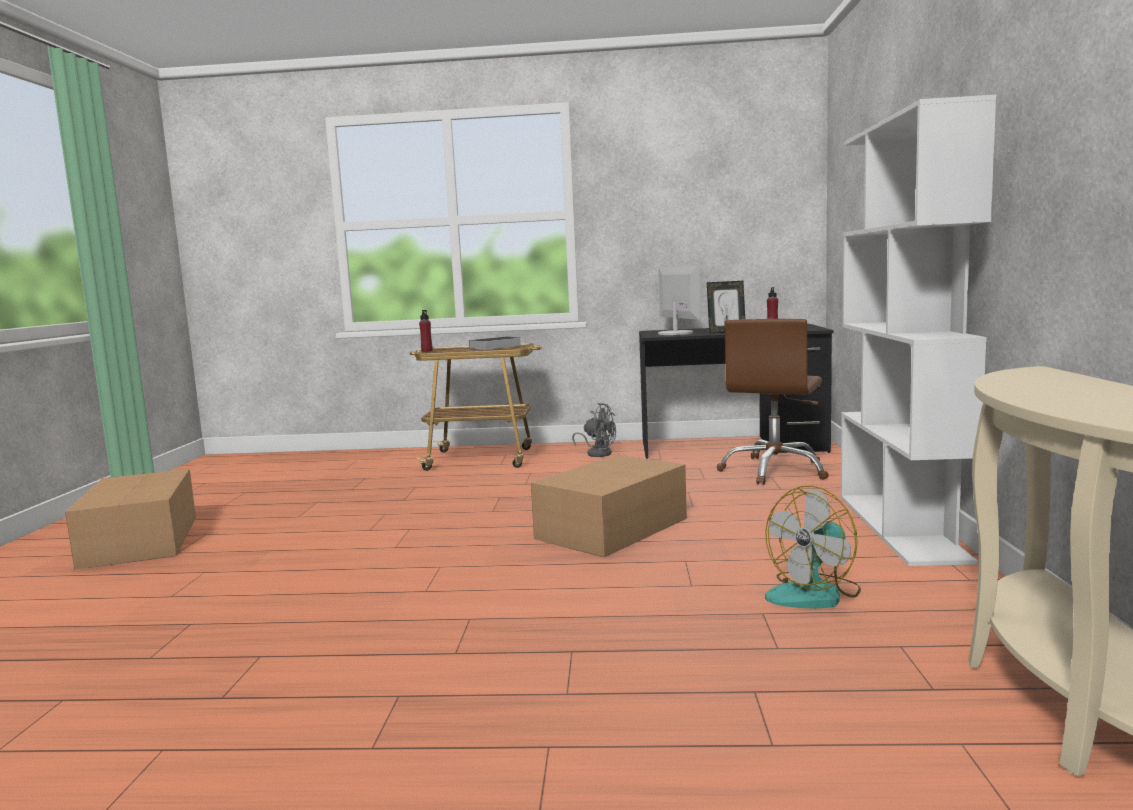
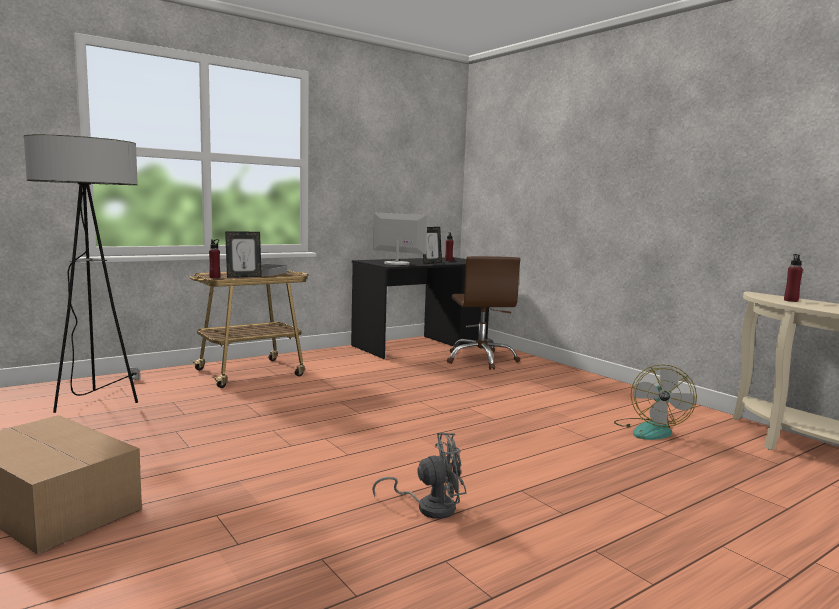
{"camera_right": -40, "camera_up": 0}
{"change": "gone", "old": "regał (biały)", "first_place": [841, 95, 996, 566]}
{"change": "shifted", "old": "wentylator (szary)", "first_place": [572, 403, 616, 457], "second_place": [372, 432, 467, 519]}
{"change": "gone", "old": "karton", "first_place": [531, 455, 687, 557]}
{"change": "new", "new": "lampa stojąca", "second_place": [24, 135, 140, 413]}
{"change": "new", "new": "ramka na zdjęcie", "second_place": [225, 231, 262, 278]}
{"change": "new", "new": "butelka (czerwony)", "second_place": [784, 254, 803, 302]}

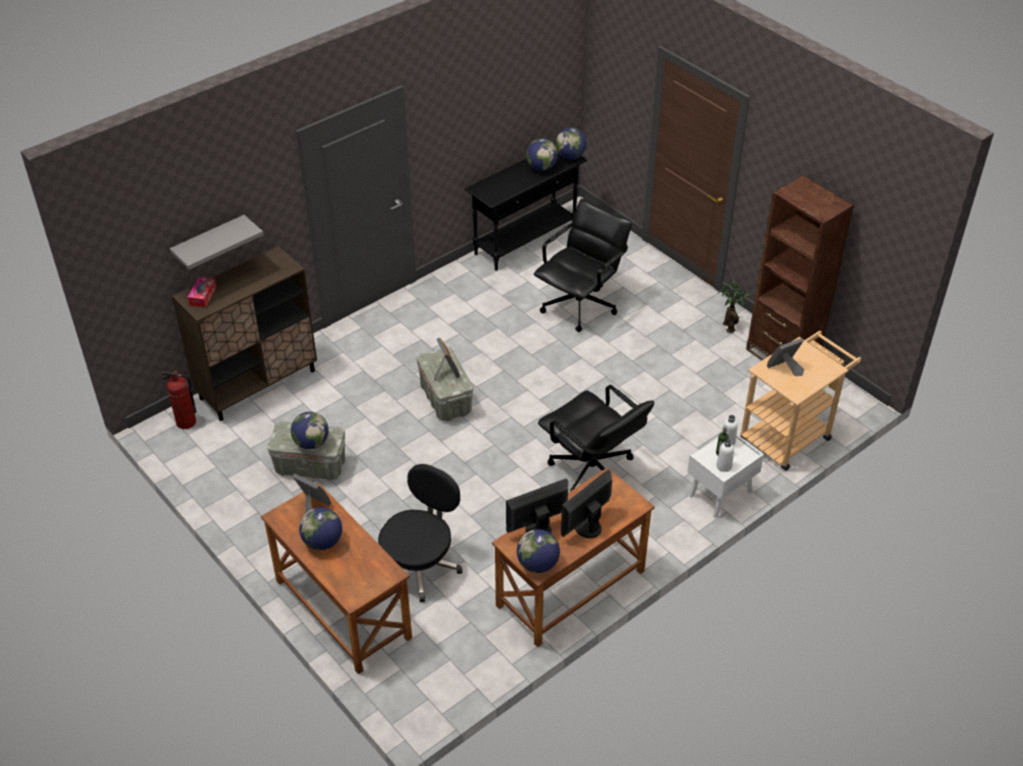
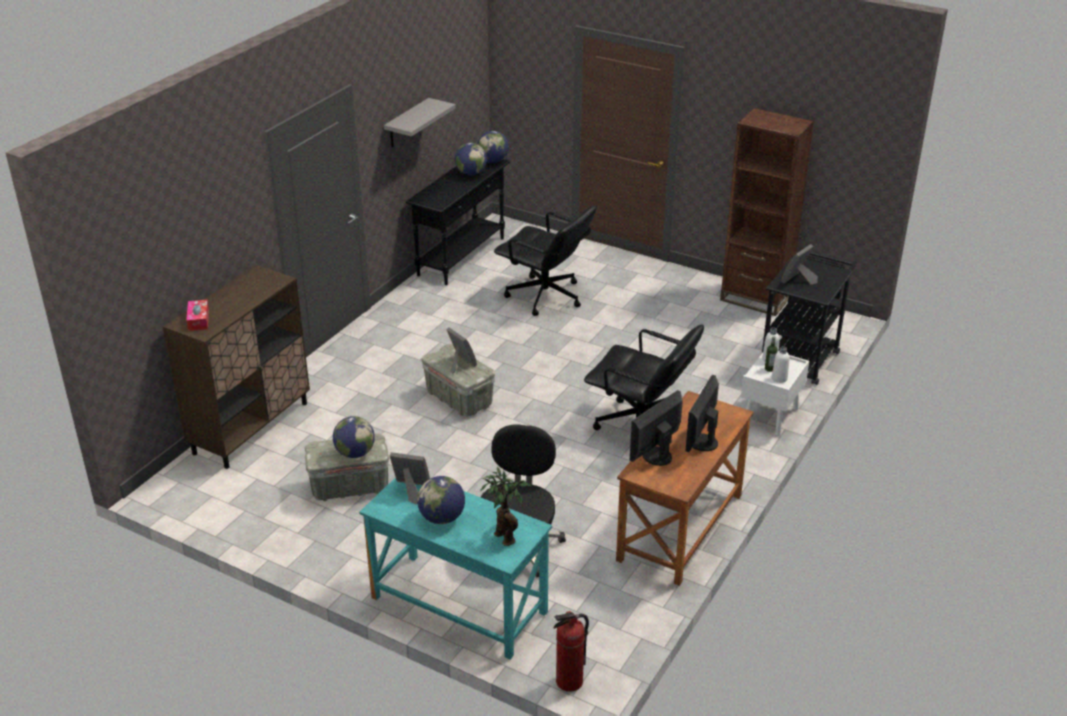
{"camera_right": -20, "camera_up": -10}
{"change": "rotated", "old": "krzesło biurowe (czarny)", "first_place": [534, 199, 632, 332], "second_place": [494, 206, 596, 316], "degrees": 105}
{"change": "shifted", "old": "półka (szary)", "first_place": [170, 215, 263, 270], "second_place": [384, 98, 456, 147]}
{"change": "shifted", "old": "roślina doniczkowa", "first_place": [718, 279, 753, 333], "second_place": [480, 467, 532, 546]}
{"change": "repainted", "old": "wózek (beżowy)", "new": "wózek (czarny)", "first_place": [740, 331, 862, 471], "second_place": [762, 252, 857, 385]}
{"change": "shifted", "old": "gaśnica", "first_place": [161, 371, 197, 429], "second_place": [553, 611, 589, 692]}
{"change": "repainted", "old": "biurko (brązowy)", "new": "biurko (turkusowy)", "first_place": [261, 483, 412, 674], "second_place": [359, 477, 552, 660]}
{"change": "gone", "old": "globus", "first_place": [517, 529, 560, 573]}

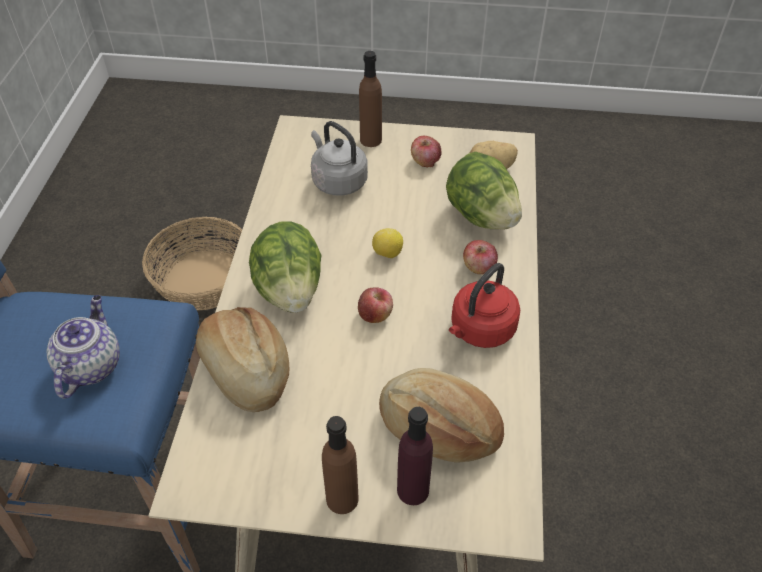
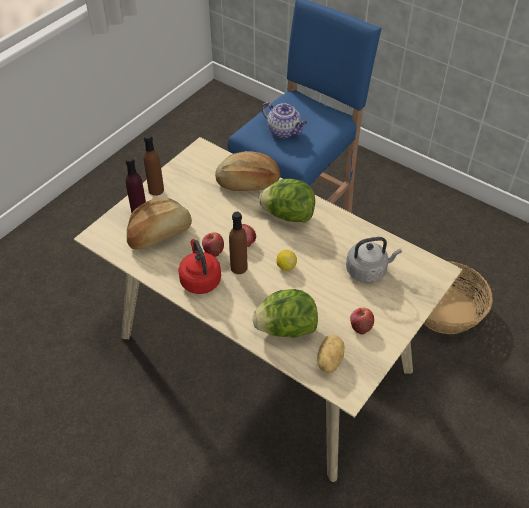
{"camera_right": 120, "camera_up": 0}
{"change": "shifted", "old": "butelka (brązowy)", "first_place": [359, 51, 382, 147], "second_place": [229, 212, 248, 274]}
{"change": "shifted", "old": "jabłko", "first_place": [463, 240, 498, 274], "second_place": [202, 232, 224, 257]}

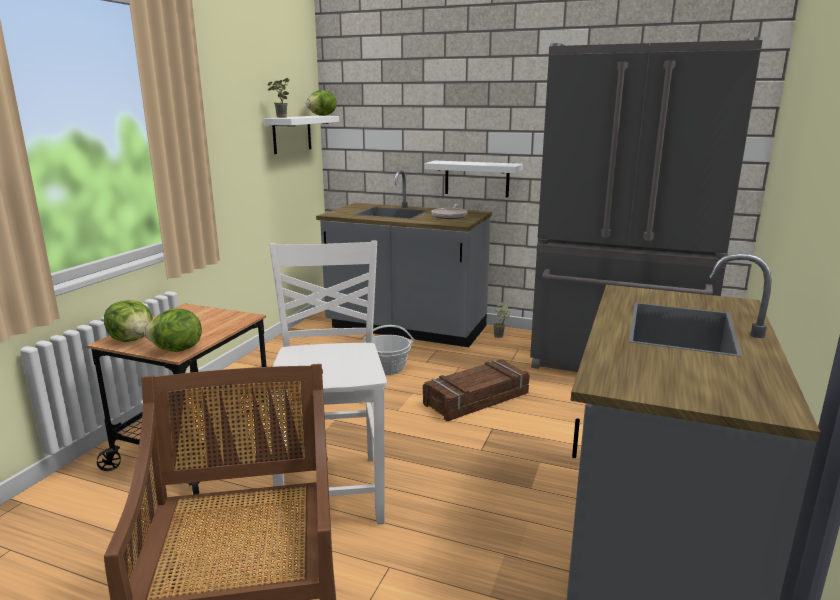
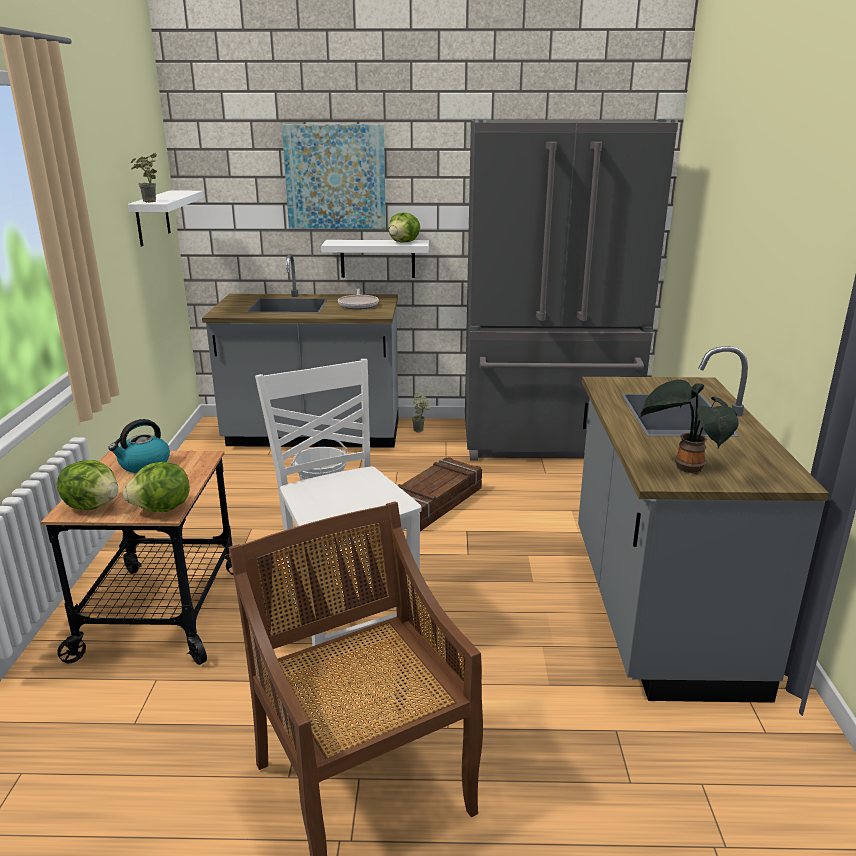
{"camera_right": -20, "camera_up": 5}
{"change": "shifted", "old": "sałata", "first_place": [305, 90, 337, 116], "second_place": [389, 212, 420, 242]}
{"change": "new", "new": "obraz", "second_place": [281, 124, 386, 229]}
{"change": "new", "new": "roślina doniczkowa", "second_place": [639, 380, 739, 474]}
{"change": "new", "new": "czajnik", "second_place": [108, 419, 170, 473]}

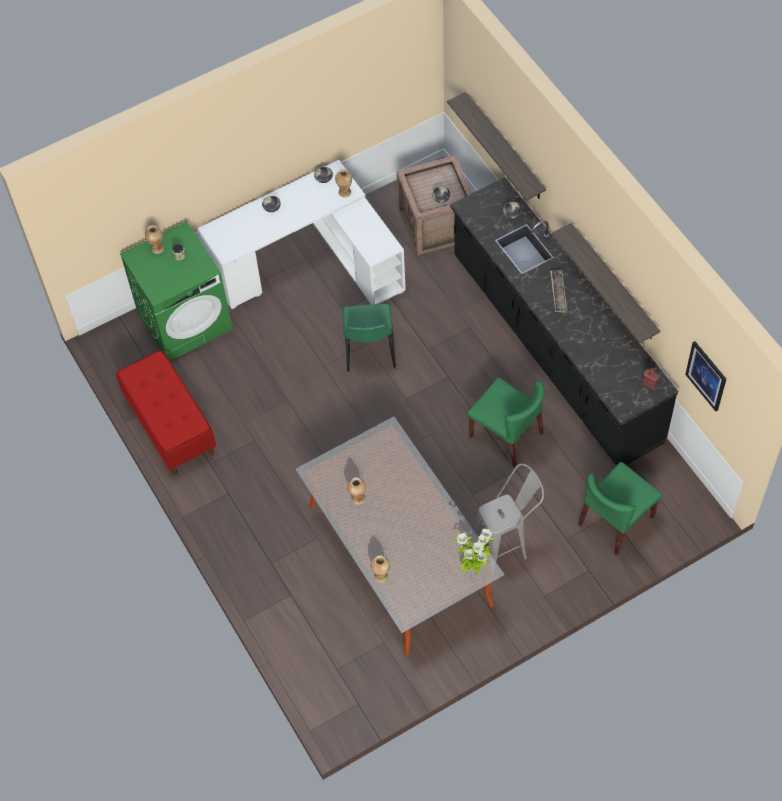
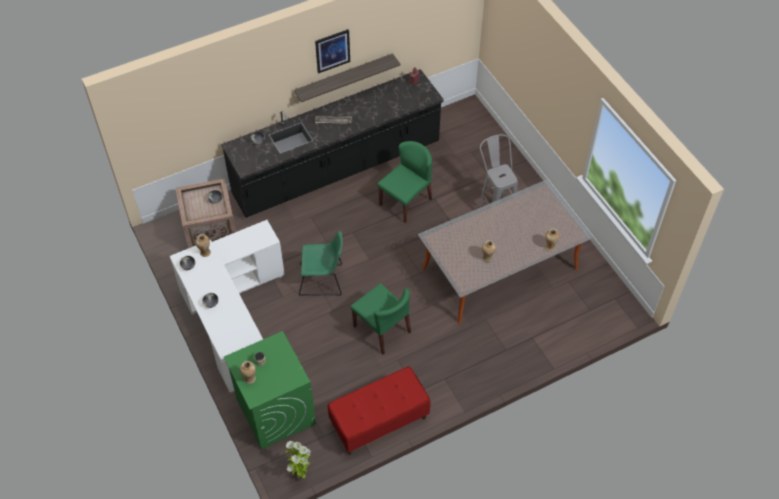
{"camera_right": -90, "camera_up": -5}
{"change": "gone", "old": "półka", "first_place": [447, 92, 546, 200]}
{"change": "shifted", "old": "obraz", "first_place": [685, 341, 726, 411], "second_place": [315, 29, 350, 74]}
{"change": "shifted", "old": "krzesło (zielony)", "first_place": [578, 462, 662, 556], "second_place": [351, 283, 411, 355]}
{"change": "shifted", "old": "roślina doniczkowa", "first_place": [454, 529, 495, 575], "second_place": [285, 441, 312, 479]}

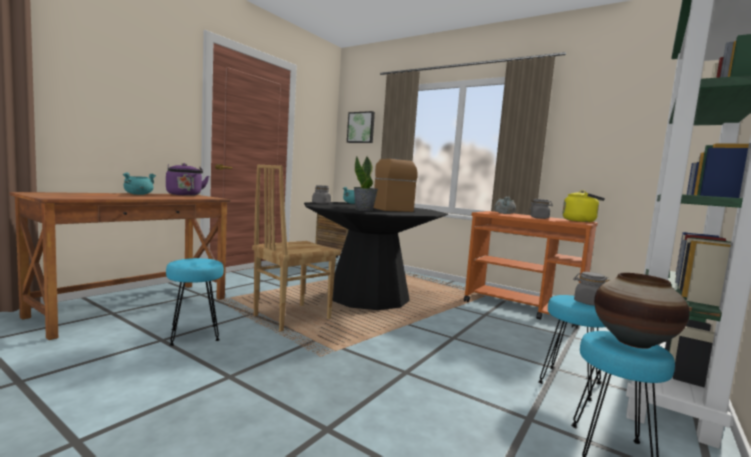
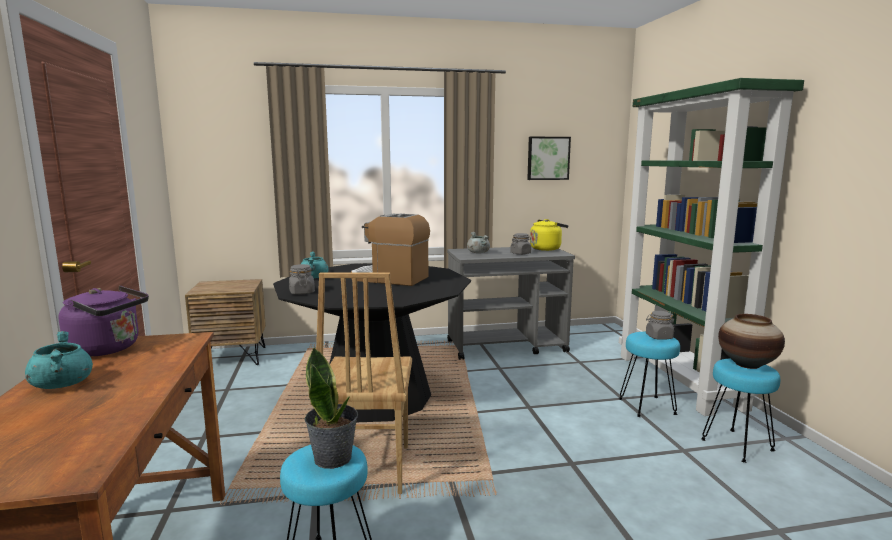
{"camera_right": -45, "camera_up": 5}
{"change": "shifted", "old": "obraz", "first_place": [347, 111, 375, 143], "second_place": [527, 137, 571, 180]}
{"change": "shifted", "old": "roślina doniczkowa", "first_place": [353, 156, 378, 211], "second_place": [305, 347, 358, 469]}
{"change": "repainted", "old": "wózek (pomarańczowy)", "new": "wózek (szary)", "first_place": [464, 211, 598, 329], "second_place": [447, 247, 575, 360]}

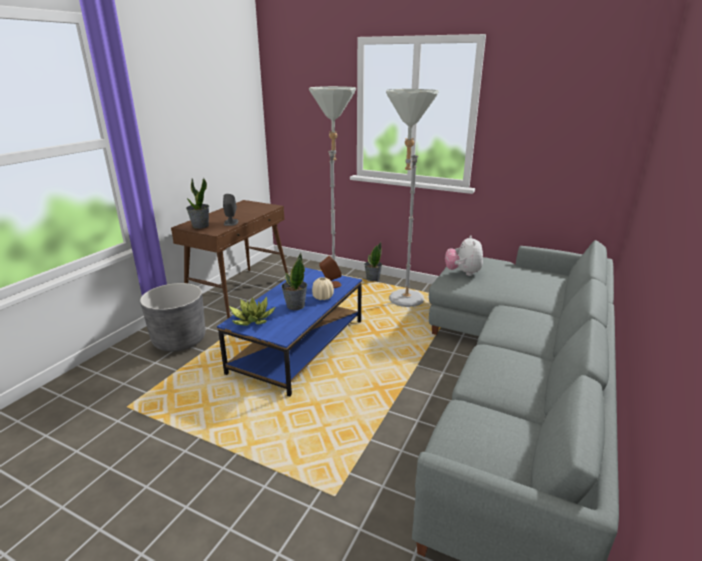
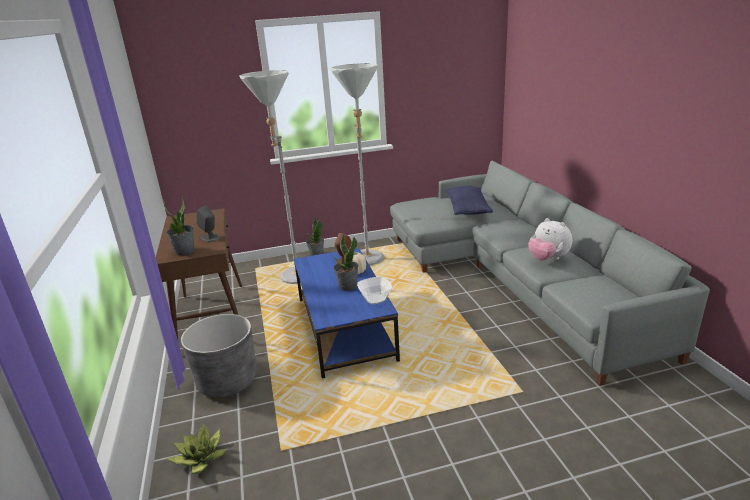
{"camera_right": -40, "camera_up": 0}
{"change": "shifted", "old": "pluszak", "first_place": [445, 235, 483, 276], "second_place": [528, 218, 572, 260]}
{"change": "shifted", "old": "roślina doniczkowa", "first_place": [229, 297, 275, 326], "second_place": [167, 423, 227, 474]}
{"change": "new", "new": "poduszka (niebieski)", "second_place": [447, 186, 493, 215]}
{"change": "new", "new": "miska", "second_place": [357, 276, 392, 305]}

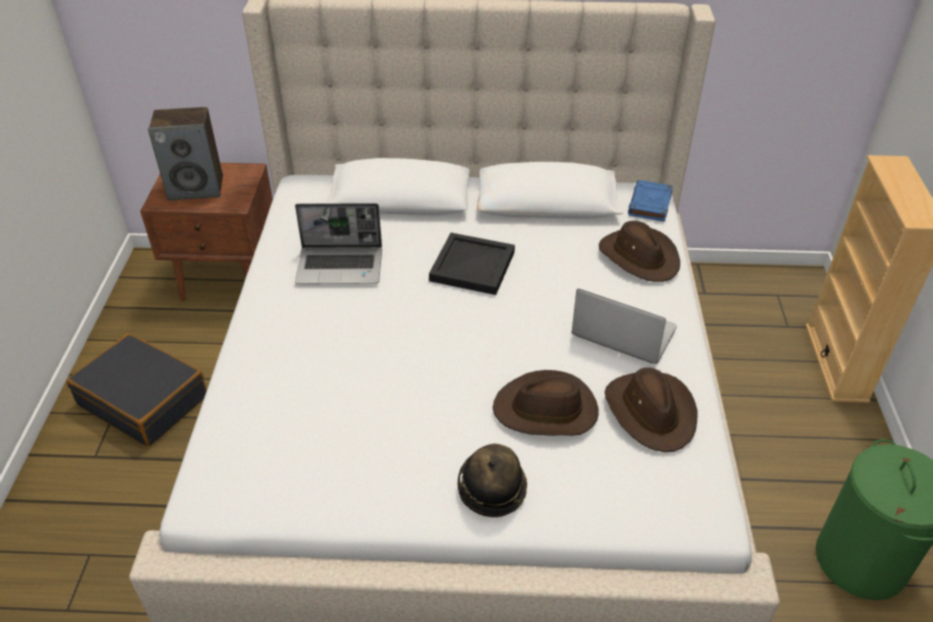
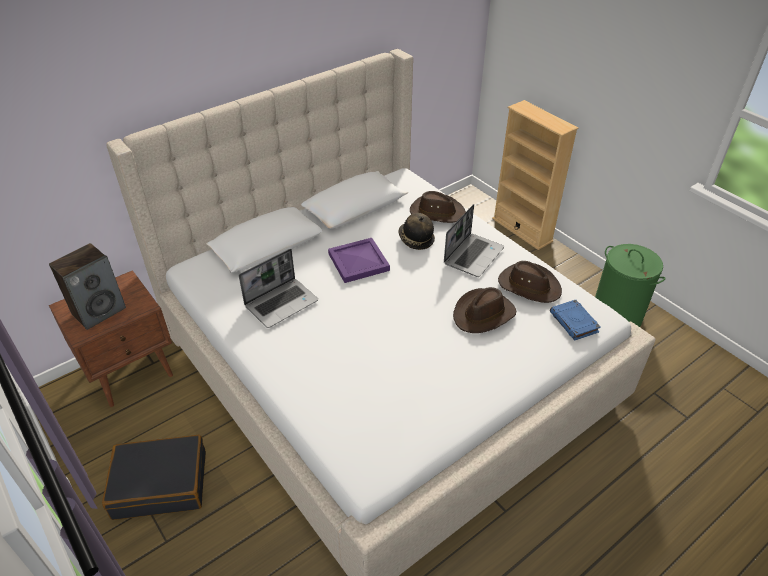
{"camera_right": -40, "camera_up": 0}
{"change": "shifted", "old": "książka (niebieski)", "first_place": [628, 180, 673, 222], "second_place": [550, 300, 601, 340]}
{"change": "repainted", "old": "taca (czarny)", "new": "taca (fioletowy)", "first_place": [429, 233, 515, 295], "second_place": [328, 238, 390, 283]}
{"change": "rotated", "old": "laptop", "first_place": [572, 289, 677, 364], "second_place": [444, 204, 504, 277], "degrees": 135}
{"change": "shifted", "old": "kapelusz", "first_place": [457, 444, 527, 517], "second_place": [399, 213, 435, 250]}

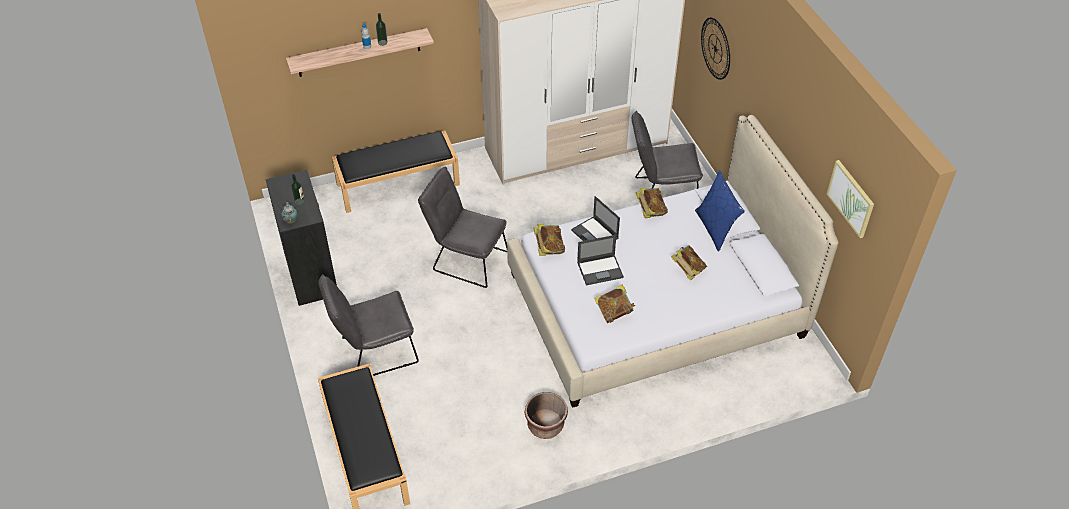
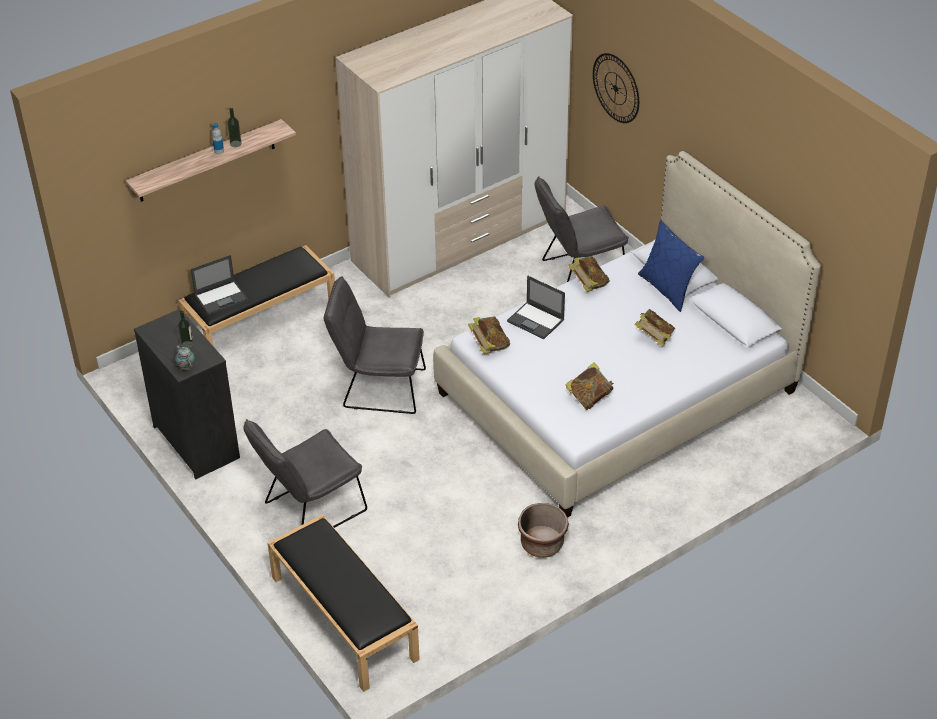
{"camera_right": -15, "camera_up": -5}
{"change": "gone", "old": "obraz", "first_place": [827, 160, 874, 238]}
{"change": "shifted", "old": "laptop", "first_place": [577, 235, 624, 285], "second_place": [190, 255, 248, 315]}

